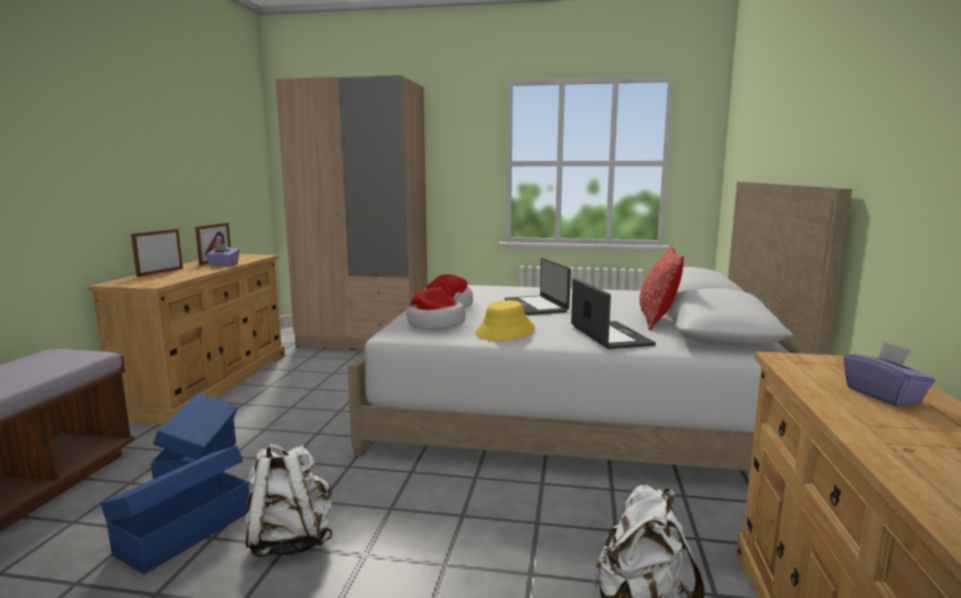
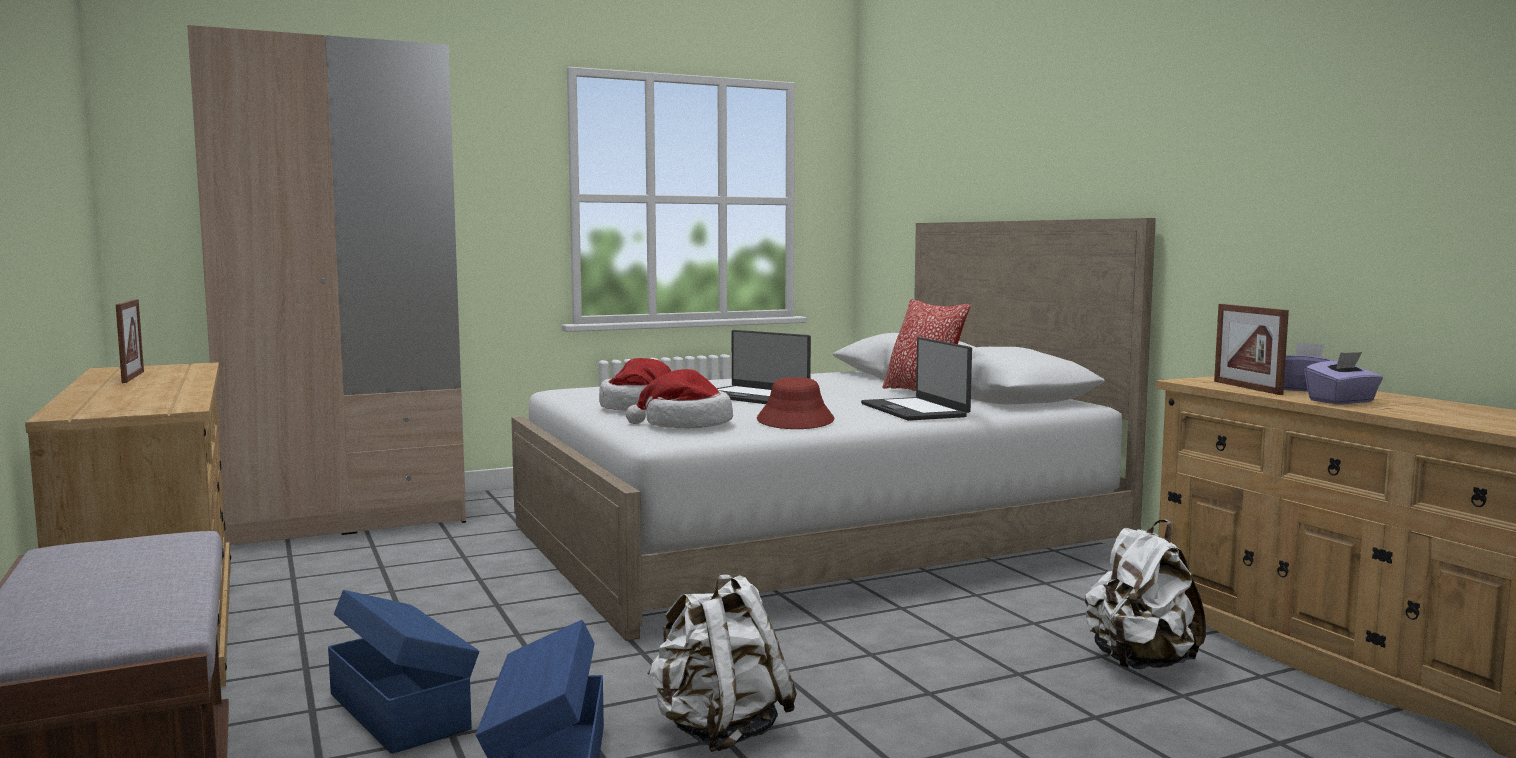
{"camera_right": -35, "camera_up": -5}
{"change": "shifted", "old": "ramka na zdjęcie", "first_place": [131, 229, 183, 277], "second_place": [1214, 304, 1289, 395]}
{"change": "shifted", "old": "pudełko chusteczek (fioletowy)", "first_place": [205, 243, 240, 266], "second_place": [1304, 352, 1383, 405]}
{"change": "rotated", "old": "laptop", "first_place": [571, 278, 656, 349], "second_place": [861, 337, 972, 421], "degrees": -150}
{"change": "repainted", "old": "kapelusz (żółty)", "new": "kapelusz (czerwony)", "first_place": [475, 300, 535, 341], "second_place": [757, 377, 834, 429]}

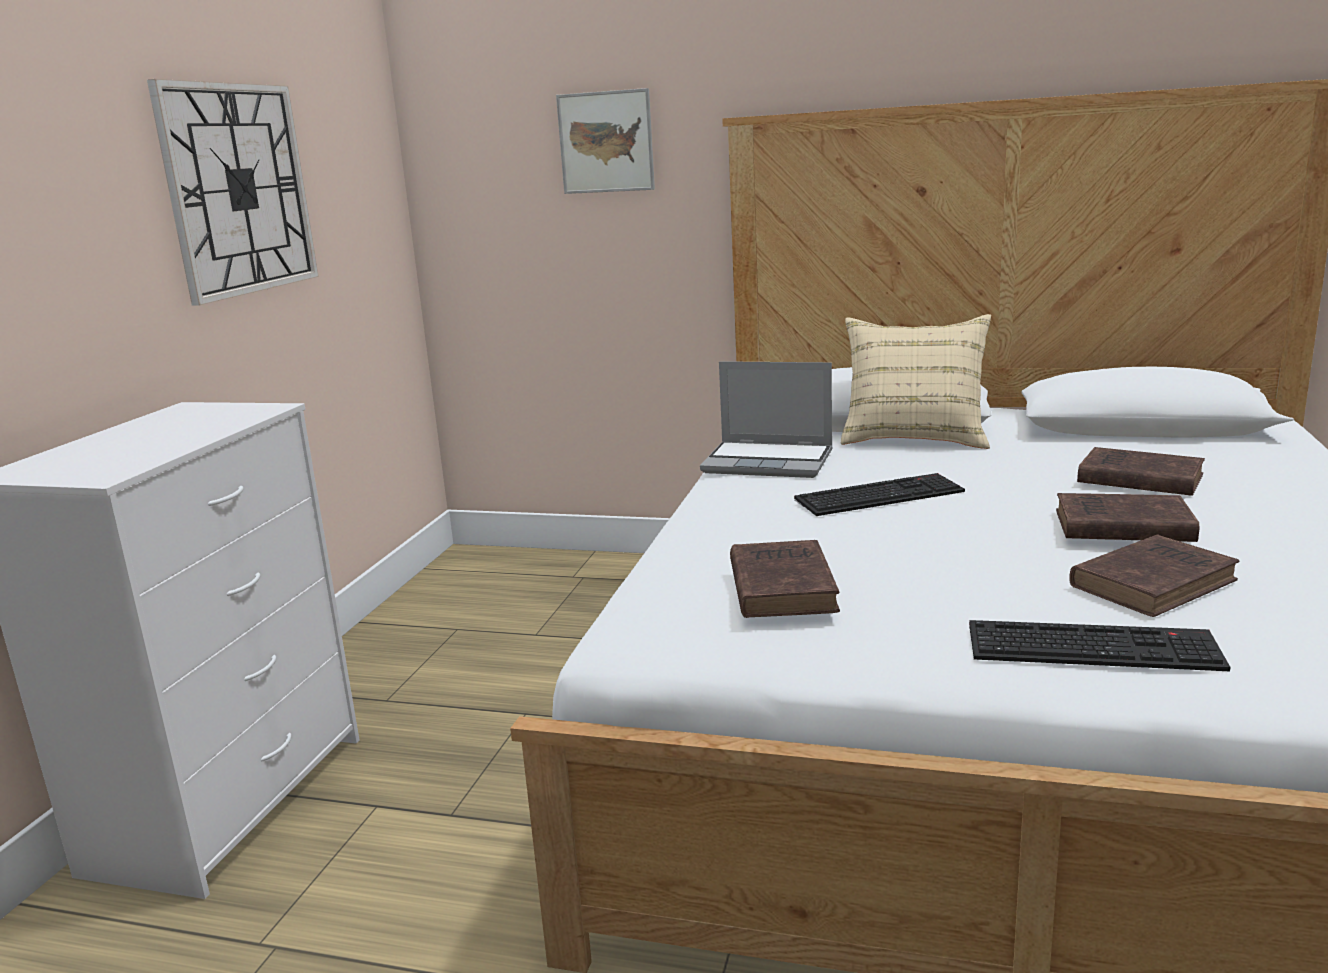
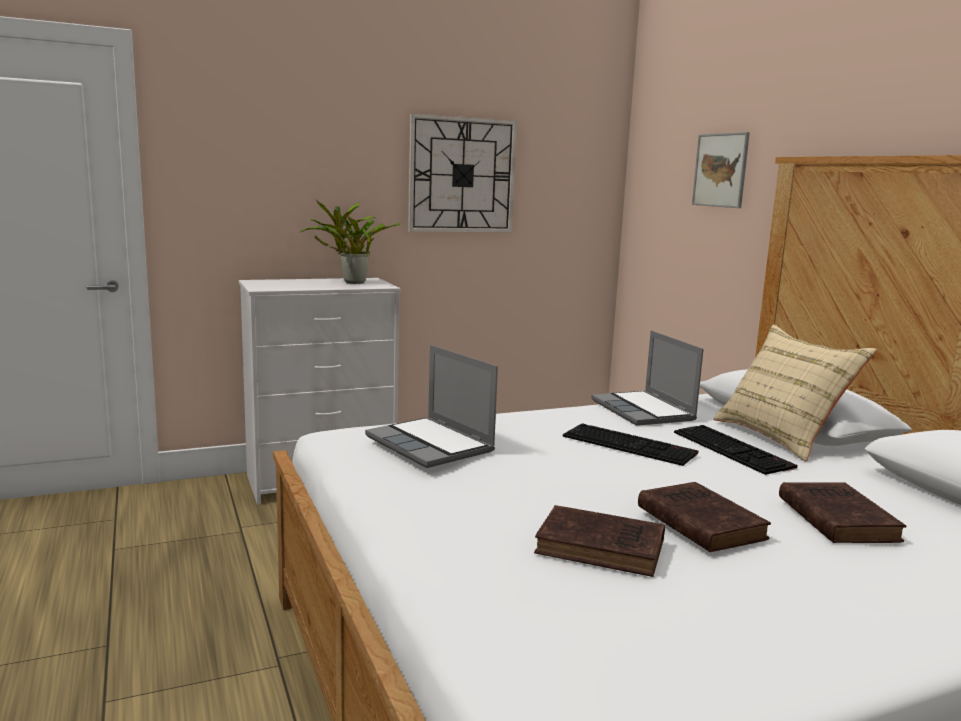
{"camera_right": 50, "camera_up": -5}
{"change": "swapped", "old": "książka (brązowy)", "new": "laptop", "first_place": [730, 540, 840, 618], "second_place": [365, 345, 498, 468]}
{"change": "shifted", "old": "klawiatura", "first_place": [969, 620, 1230, 671], "second_place": [674, 425, 798, 475]}
{"change": "new", "new": "roślina doniczkowa", "second_place": [300, 199, 402, 284]}

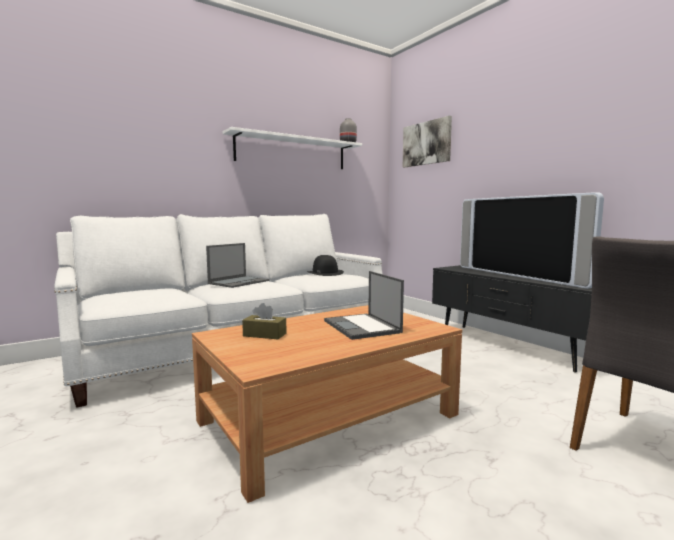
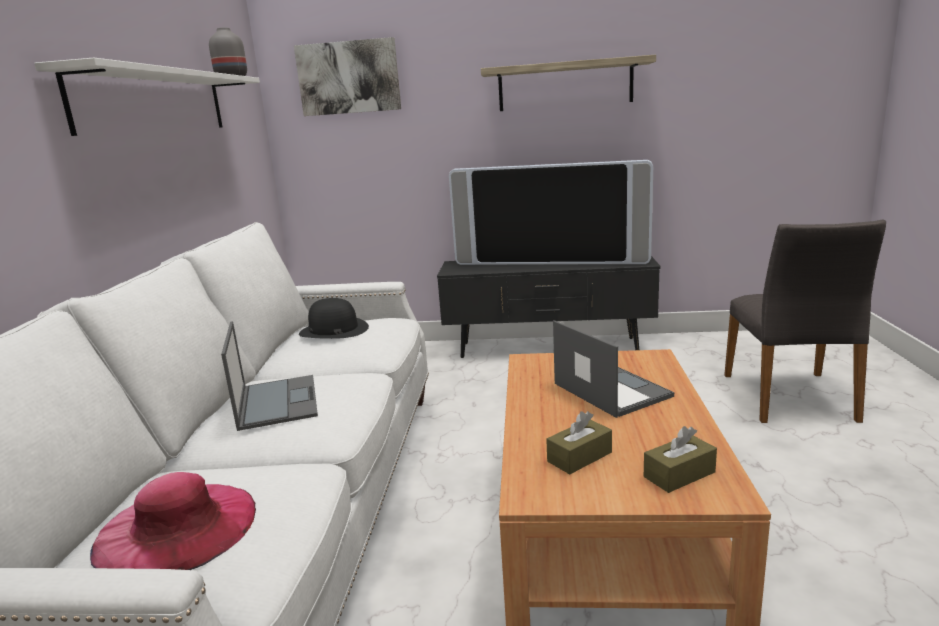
{"camera_right": -50, "camera_up": 10}
{"change": "rotated", "old": "laptop", "first_place": [324, 271, 404, 340], "second_place": [553, 320, 674, 418], "degrees": -135}
{"change": "new", "new": "półka", "second_place": [481, 55, 656, 111]}
{"change": "new", "new": "pudełko chusteczek (brązowy)", "second_place": [644, 426, 717, 493]}
{"change": "new", "new": "kapelusz (różowy)", "second_place": [90, 472, 256, 570]}

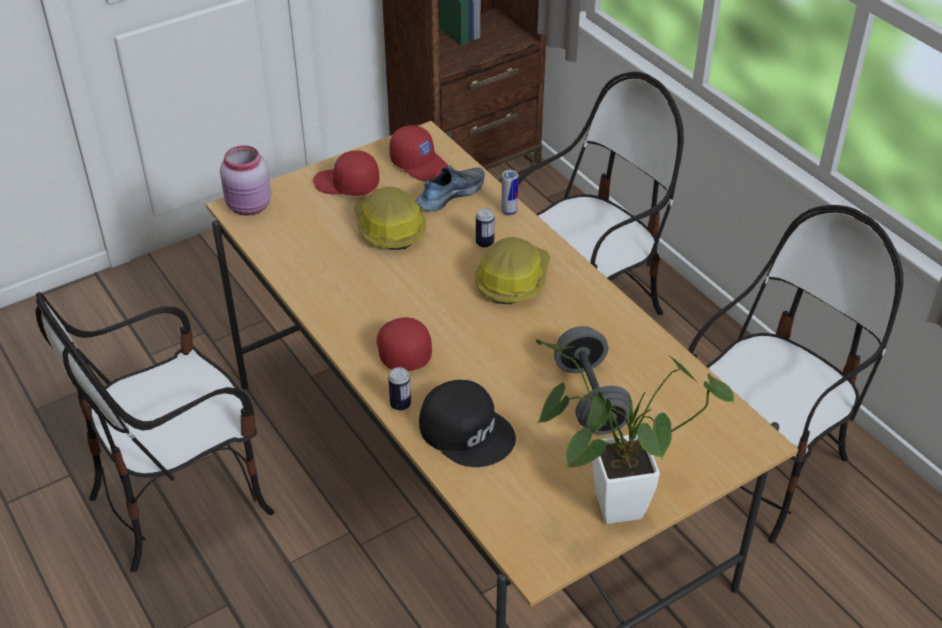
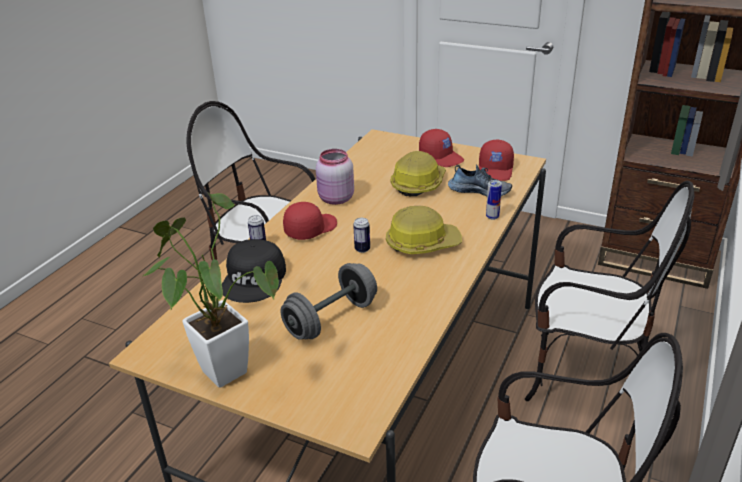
{"camera_right": 60, "camera_up": -10}
{"change": "shifted", "old": "słoik (różowy)", "first_place": [220, 145, 271, 215], "second_place": [316, 149, 354, 205]}
{"change": "rotated", "old": "czapka z daszkiem (czerwony)", "first_place": [313, 150, 379, 196], "second_place": [419, 129, 464, 167], "degrees": 150}
{"change": "shifted", "old": "puszka", "first_place": [476, 208, 495, 248], "second_place": [353, 218, 370, 253]}

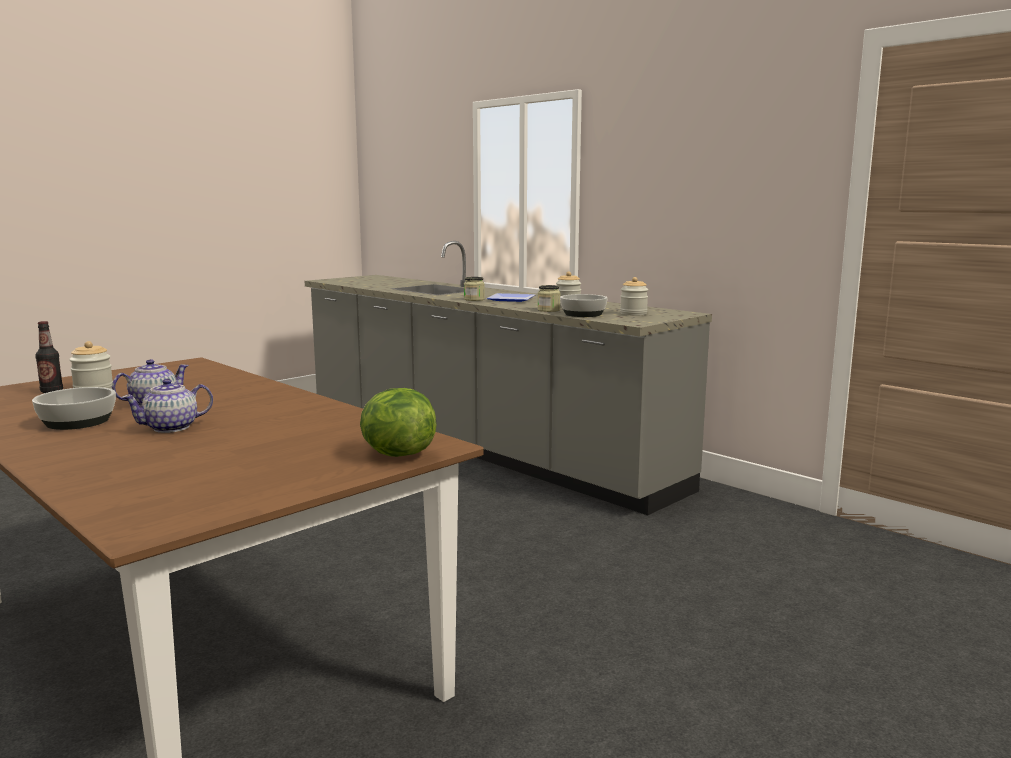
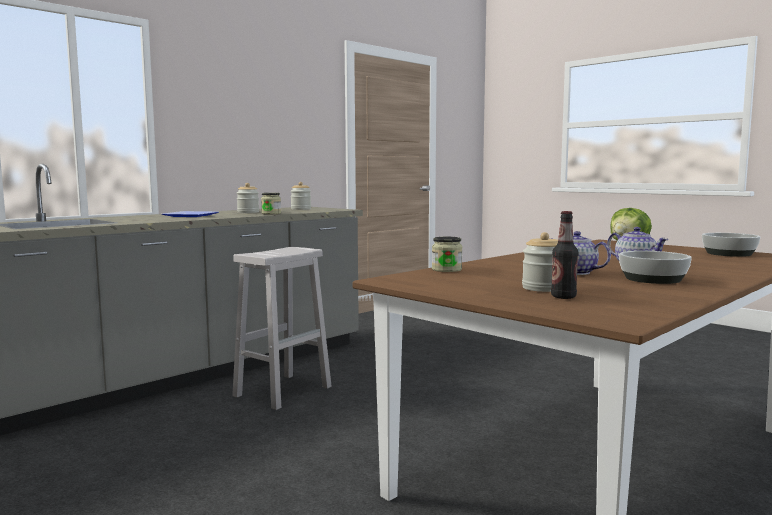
{"camera_right": -90, "camera_up": -5}
{"change": "shifted", "old": "słoik", "first_place": [464, 277, 485, 301], "second_place": [432, 237, 462, 272]}
{"change": "shifted", "old": "miska", "first_place": [560, 294, 607, 317], "second_place": [702, 233, 760, 257]}
{"change": "new", "new": "stołek (biały)", "second_place": [232, 247, 331, 410]}

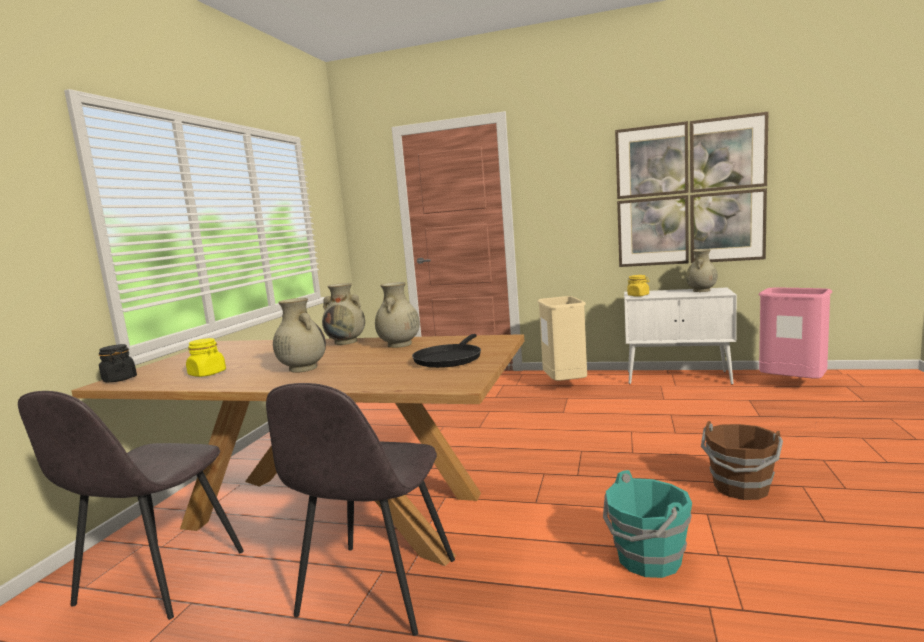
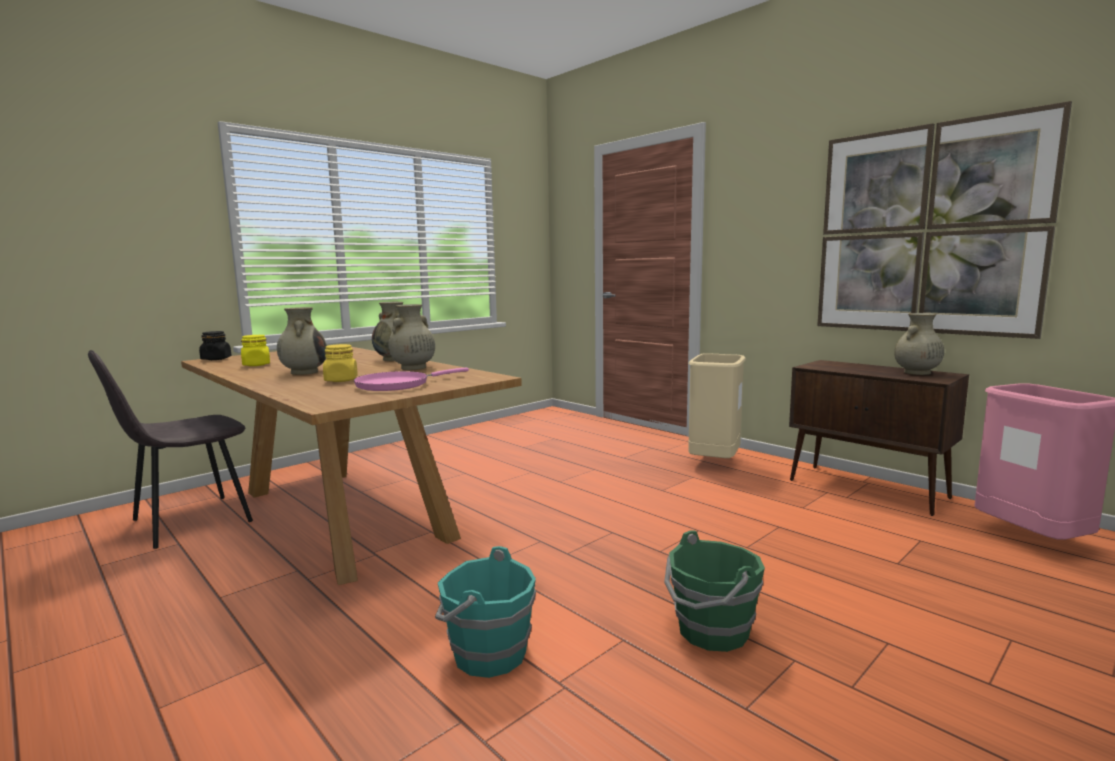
{"camera_right": 30, "camera_up": 0}
{"change": "shifted", "old": "słoik (żółty)", "first_place": [627, 275, 650, 297], "second_place": [323, 344, 358, 382]}
{"change": "repainted", "old": "szafka (biały)", "new": "szafka (brązowy)", "first_place": [624, 288, 737, 385], "second_place": [789, 360, 969, 516]}
{"change": "repainted", "old": "patelnia (czarny)", "new": "patelnia (różowy)", "first_place": [412, 334, 481, 368], "second_place": [354, 368, 469, 391]}
{"change": "gone", "old": "krzesło (szary)", "first_place": [266, 383, 455, 636]}
{"change": "repainted", "old": "wiadro (brązowy)", "new": "wiadro (zielony)", "first_place": [701, 421, 783, 500], "second_place": [664, 531, 765, 652]}

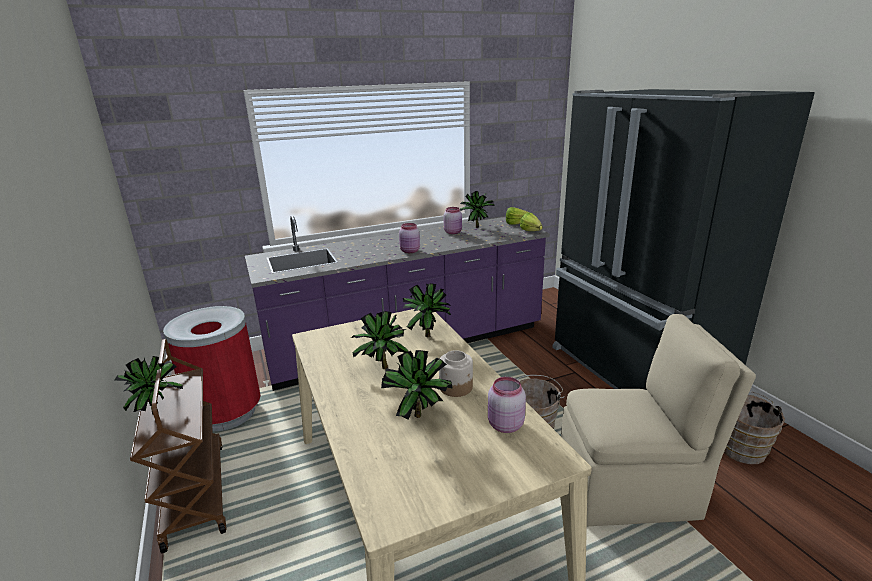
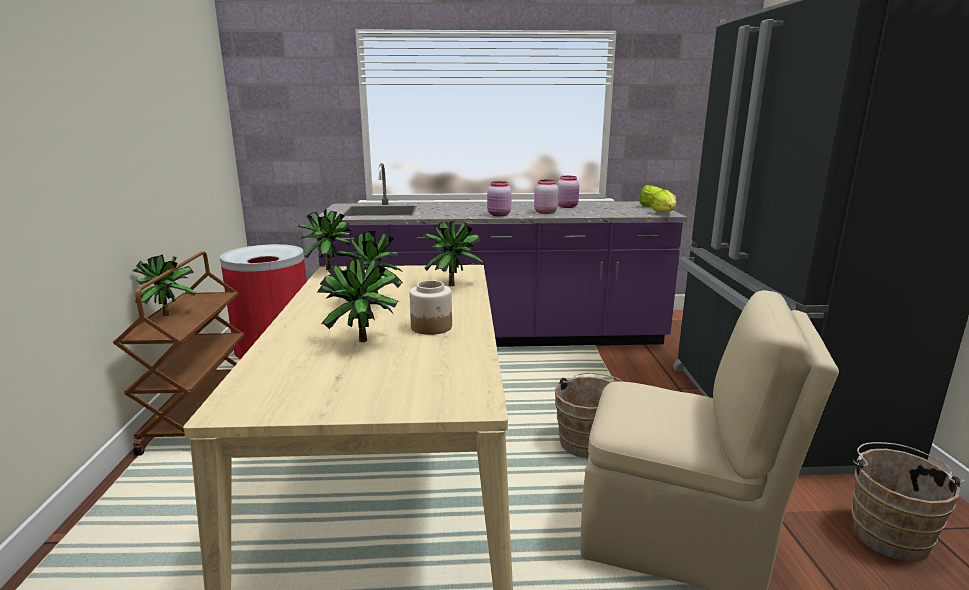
{"camera_right": 20, "camera_up": -5}
{"change": "shifted", "old": "roślina doniczkowa", "first_place": [460, 191, 494, 228], "second_place": [298, 209, 354, 270]}
{"change": "shifted", "old": "słoik (różowy)", "first_place": [488, 377, 526, 433], "second_place": [534, 180, 559, 214]}

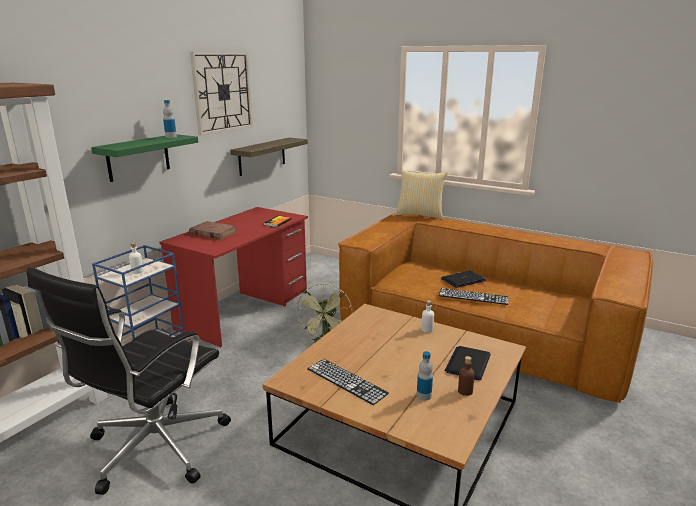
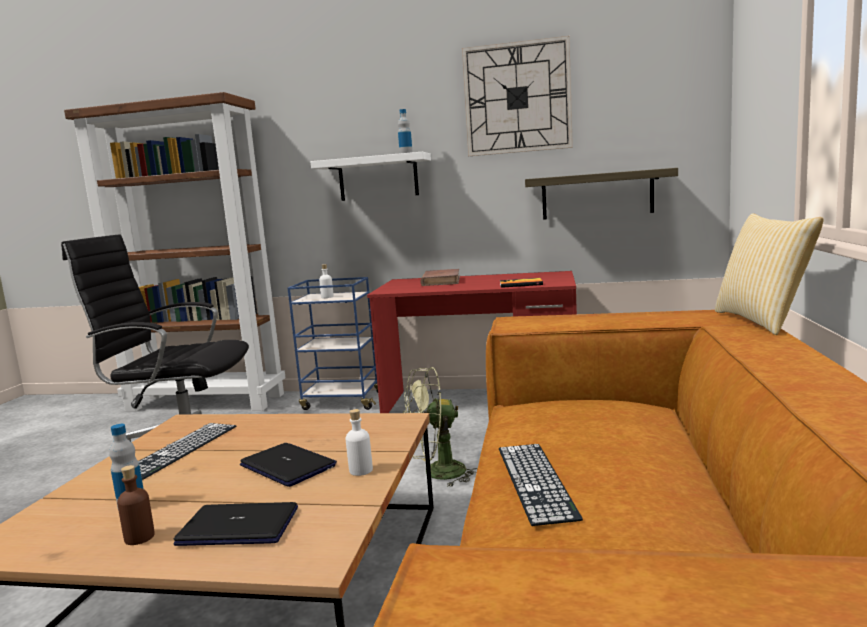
{"camera_right": 70, "camera_up": -10}
{"change": "repainted", "old": "półka (zielony)", "new": "półka (biały)", "first_place": [91, 134, 198, 182], "second_place": [310, 152, 431, 201]}
{"change": "shifted", "old": "laptop", "first_place": [441, 271, 486, 288], "second_place": [240, 443, 337, 487]}

